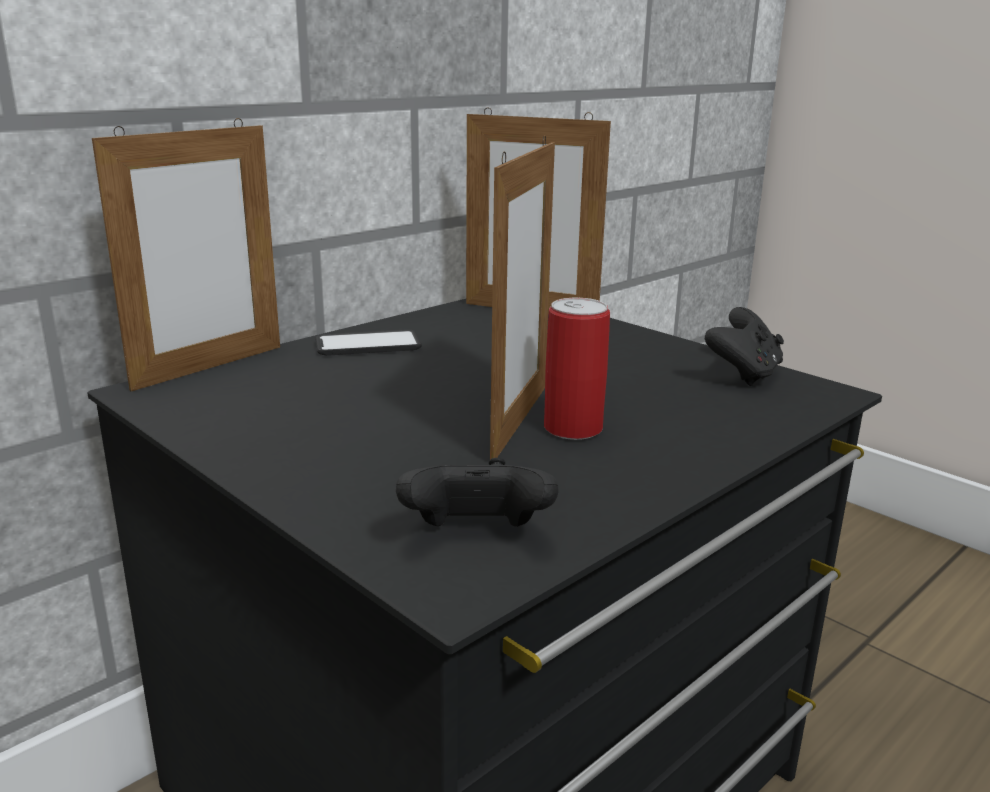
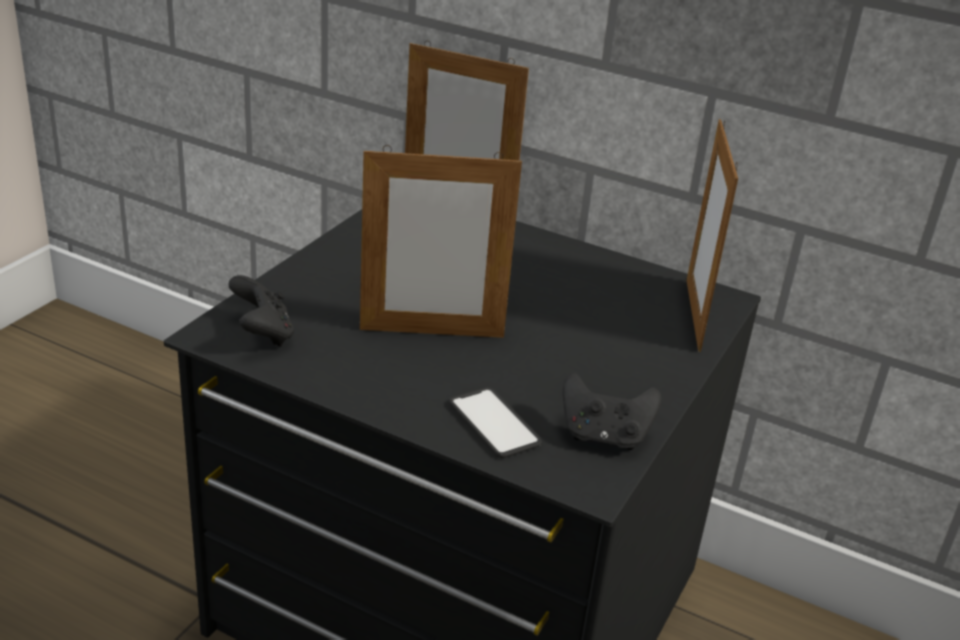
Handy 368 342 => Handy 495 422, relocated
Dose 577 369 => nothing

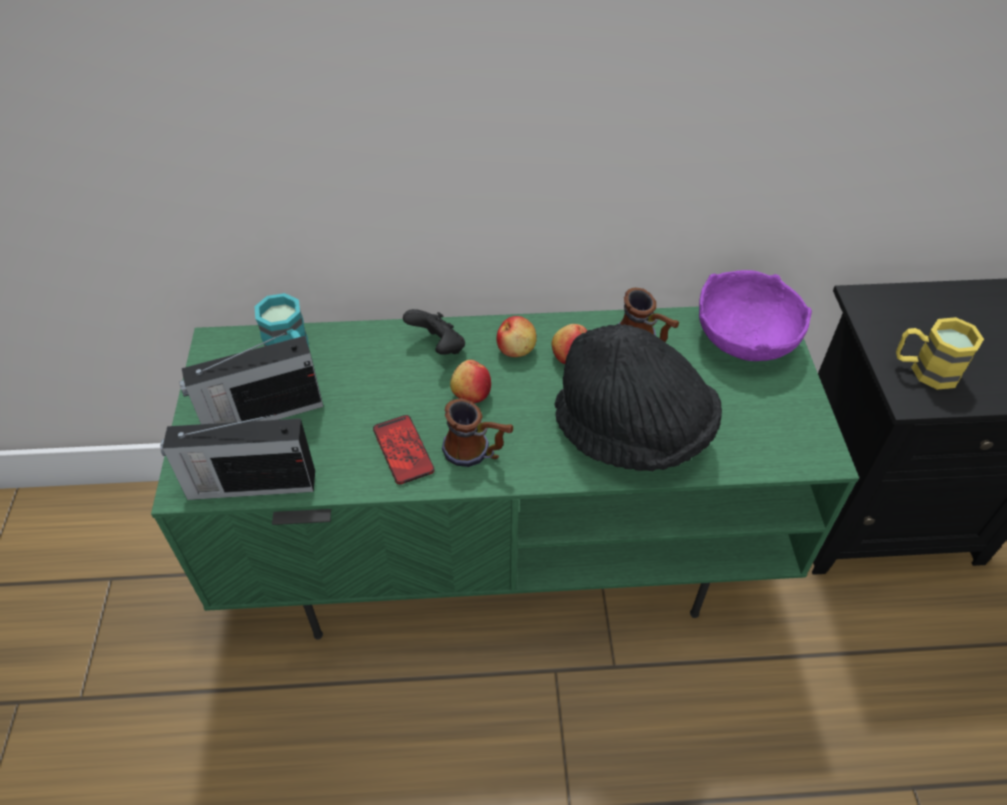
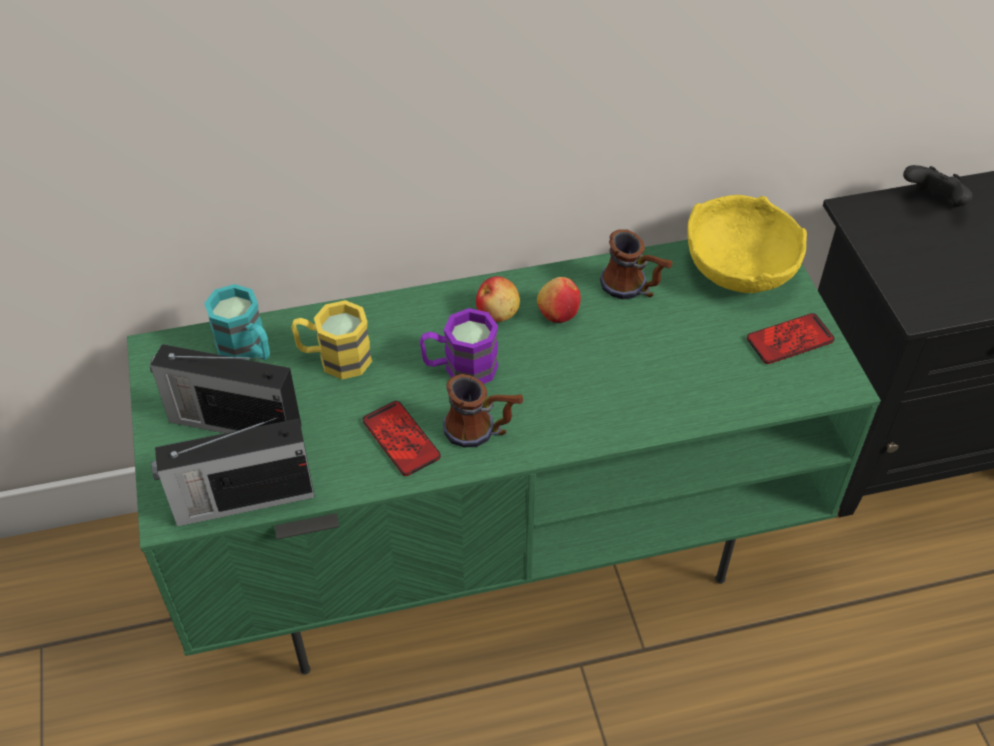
Radio 251 378 => Radio 225 388, 45 degrees clockwise
Henkelbecher [gelb] 940 353 => Henkelbecher [gelb] 331 339, relocated
Apfel 470 381 => Henkelbecher [lila] 459 346
Schüssel [lila] 755 315 => Schüssel [gelb] 747 244
nothing => Handy 791 338
Gamepad [schwarz] 434 332 => Gamepad [schwarz] 938 186, relocated
Hut [schwarz] 638 397 => nothing

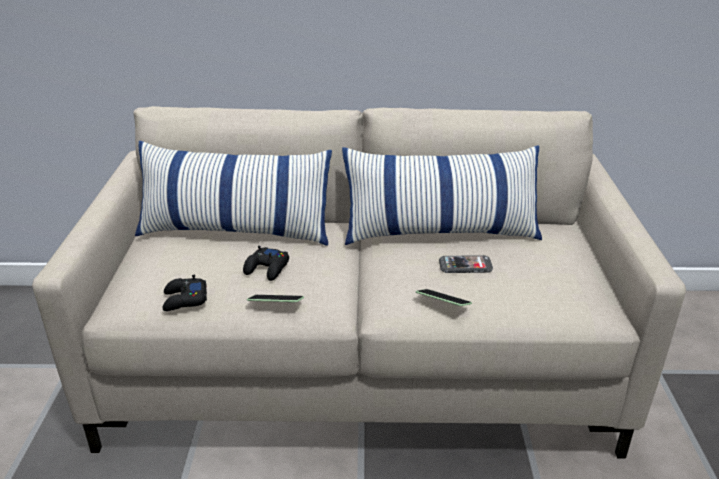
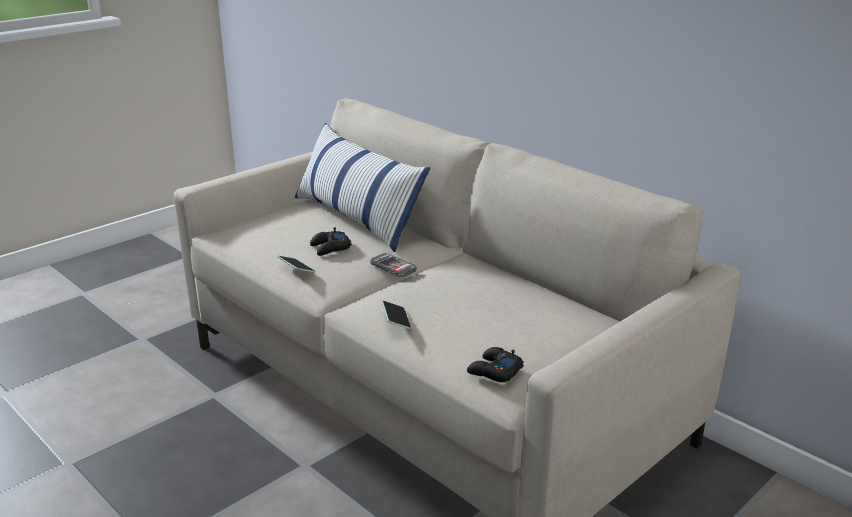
Handy 466 264 => Handy 393 265, relocated
Gamepad [schwarz] 185 293 => Gamepad [schwarz] 495 364, relocated
Kissen 442 195 => nothing

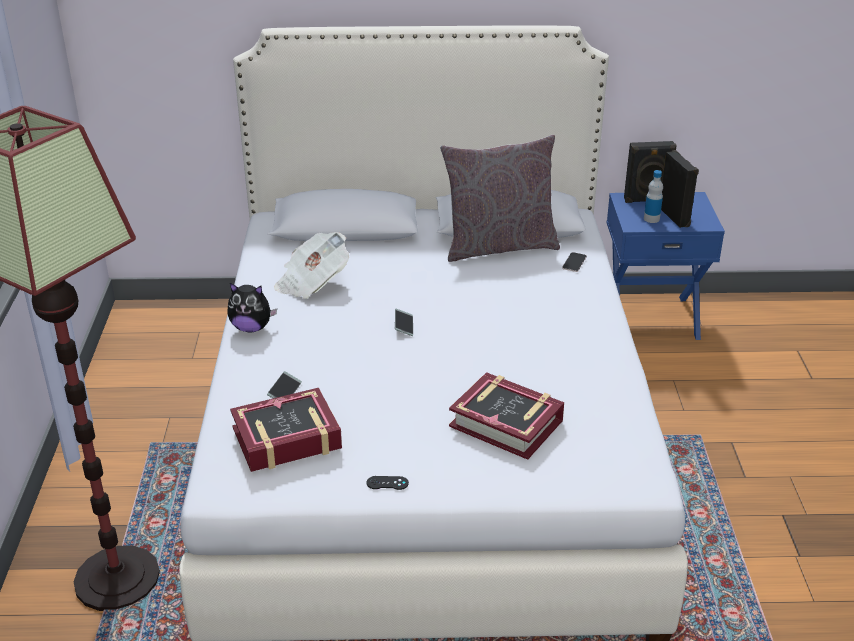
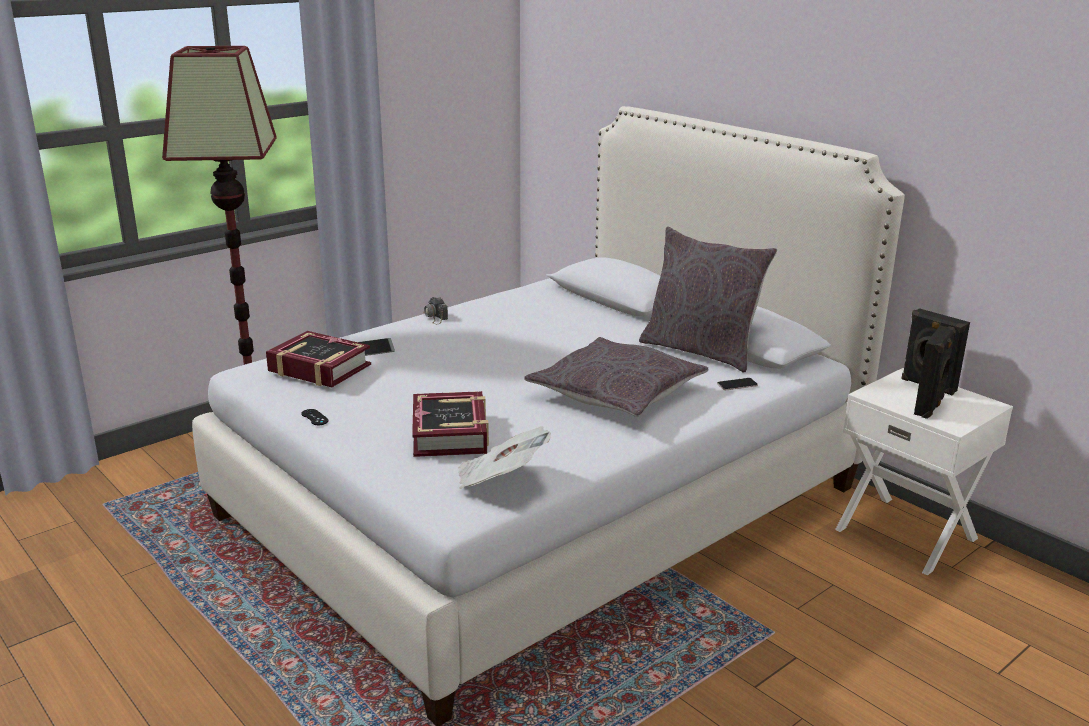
Plüschtier 252 307 => Kamera 435 310
Zeitung 311 265 => Zeitung 504 457, relocated
nothing => Kissen [grau] 616 377
Nachttisch [blau] 666 266 => Nachttisch [weiß] 924 471
Handy 404 322 => nothing
Flasche 653 196 => nothing

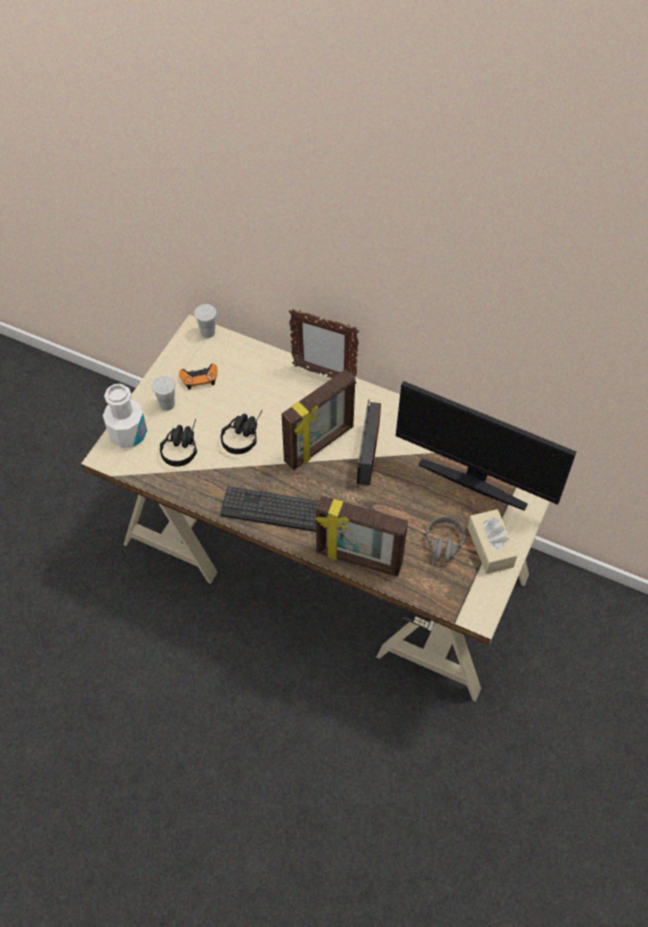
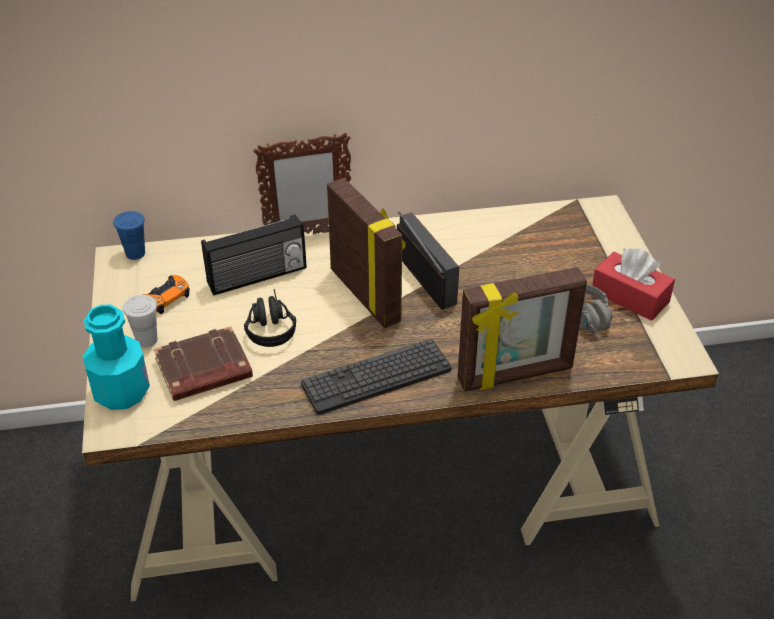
Flasche [weiß] 125 416 => Flasche [türkis] 116 357
Tasse [weiß] 205 321 => Tasse [blau] 129 235
Kopfhörer [schwarz] 178 443 => Buch [braun] 203 363
nothing => Radio 254 255
Bilderrahmen 318 419 => Bilderrahmen 366 253, 45 degrees counterclockwise
Taschentuchbox [beige] 492 541 => Taschentuchbox [rot] 633 284
Monitor 486 446 => nothing

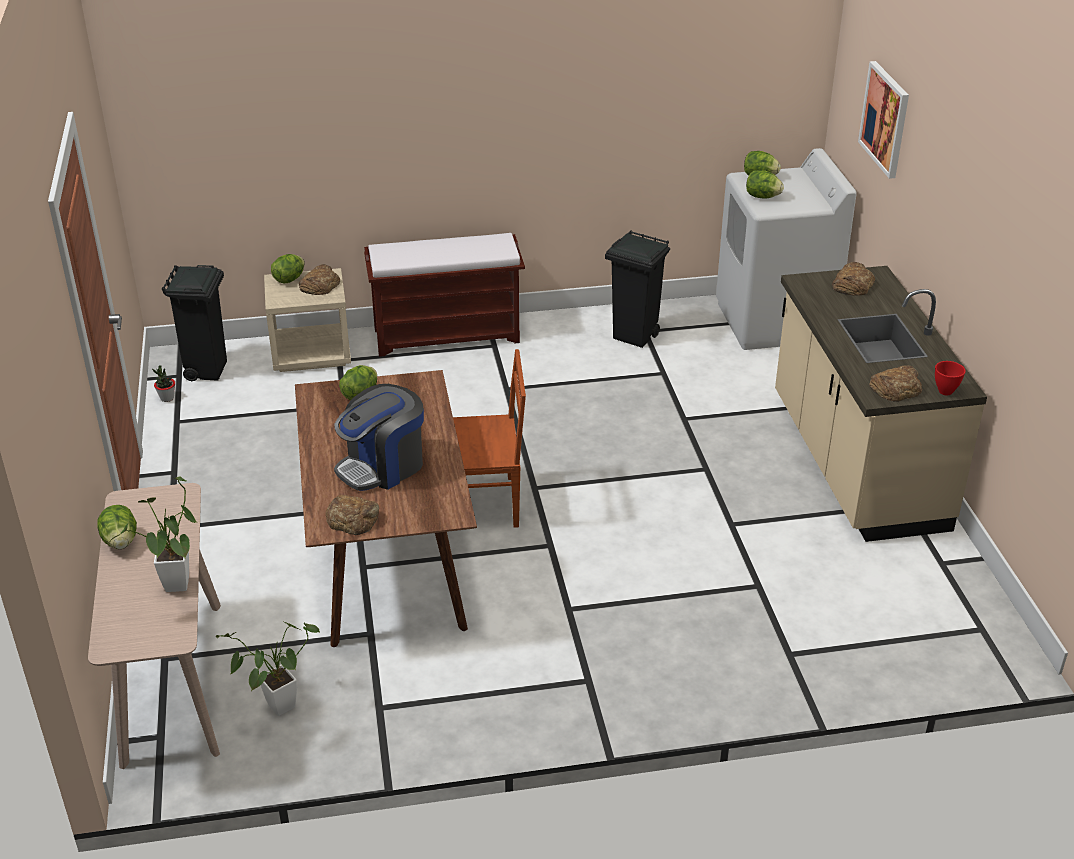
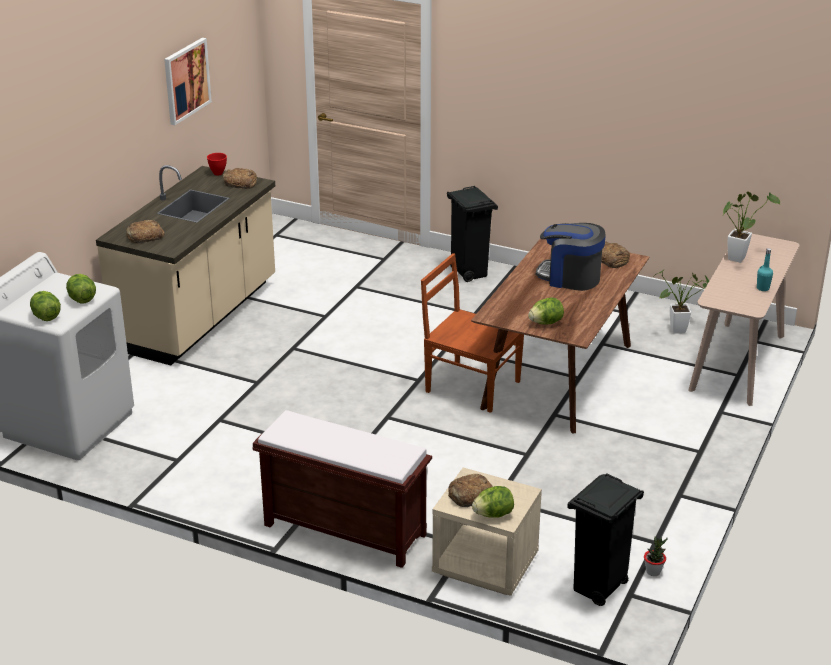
Bild 883 120 => Bild 188 81, relocated
Mülleimer [schwarz] 637 289 => Mülleimer [schwarz] 472 234, relocated
Kaffeemaschine 379 437 => Kaffeemaschine 571 257, 150 degrees counterclockwise
Salatkopf 117 527 => Flasche [türkis] 765 269

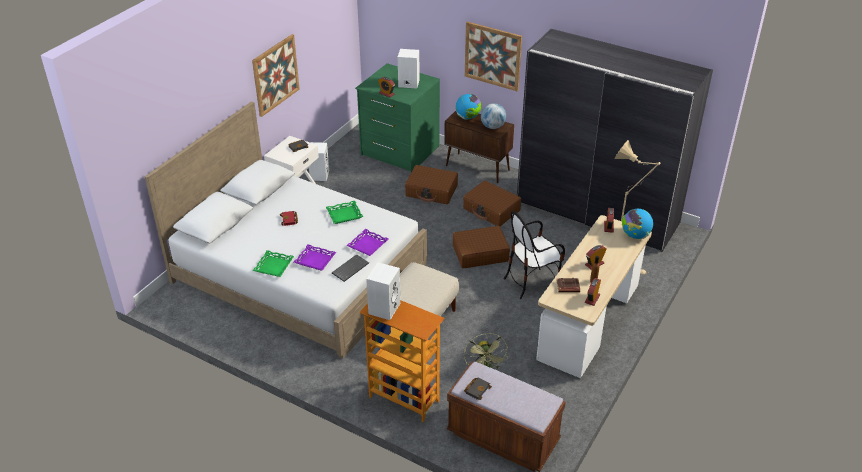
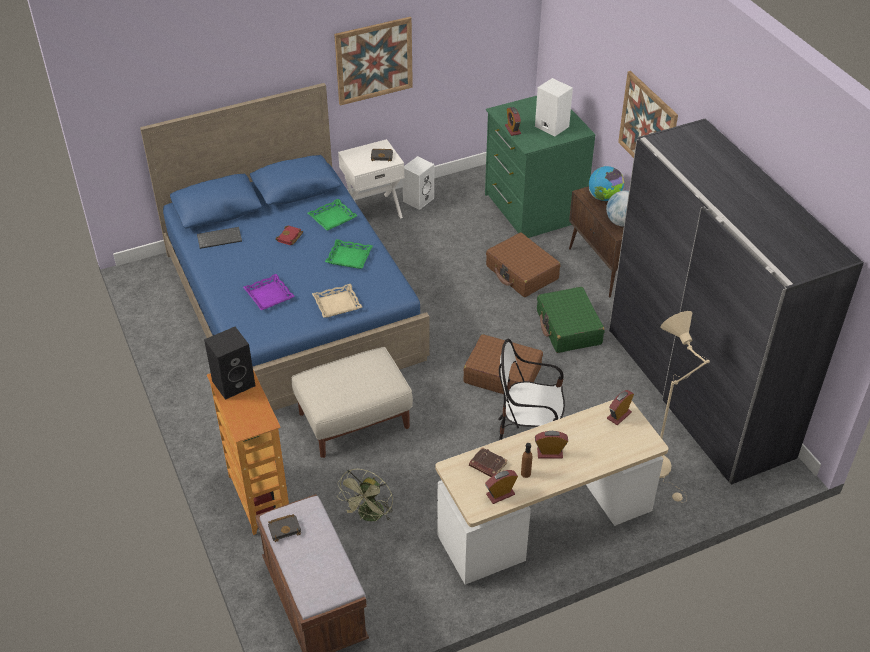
Bett [weiß] 285 230 => Bett [blau] 285 247
Tastatur 350 268 => Tastatur 219 238, relocated
Lautsprecher [weiß] 383 291 => Lautsprecher [schwarz] 230 363
Tablett [grün] 273 263 => Tablett [grün] 333 214, relocated
Tablett [lila] 367 242 => Tablett [beige] 337 301
Koffer [braun] 492 203 => Koffer [grün] 571 320
Globus 637 224 => nothing

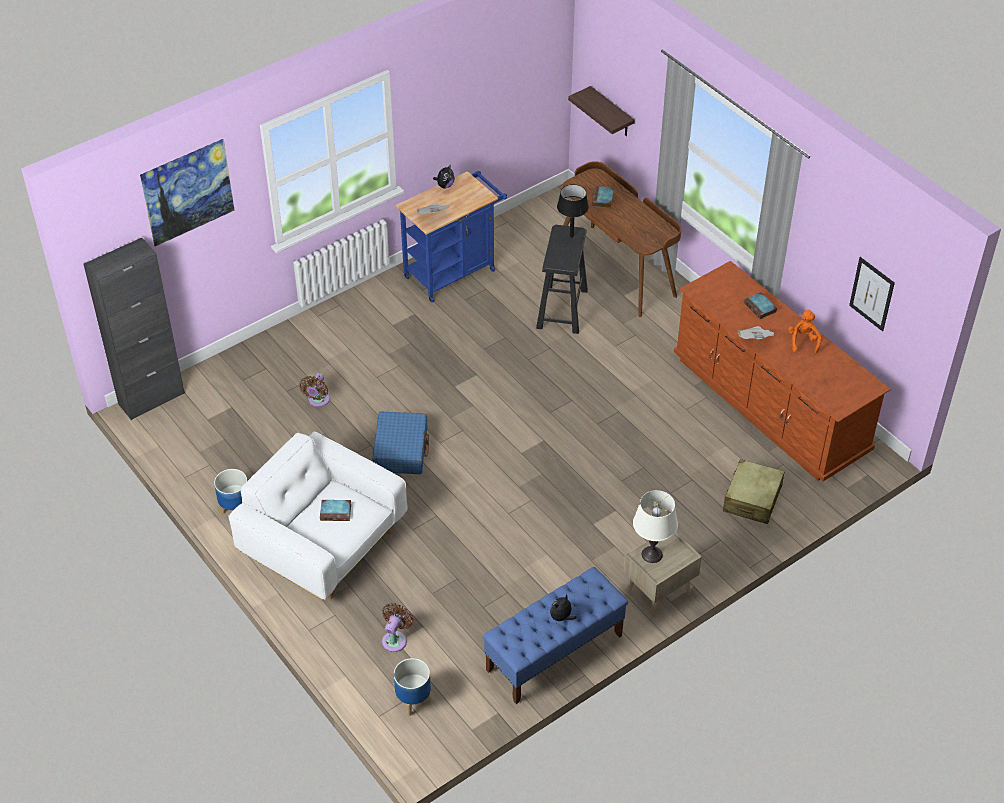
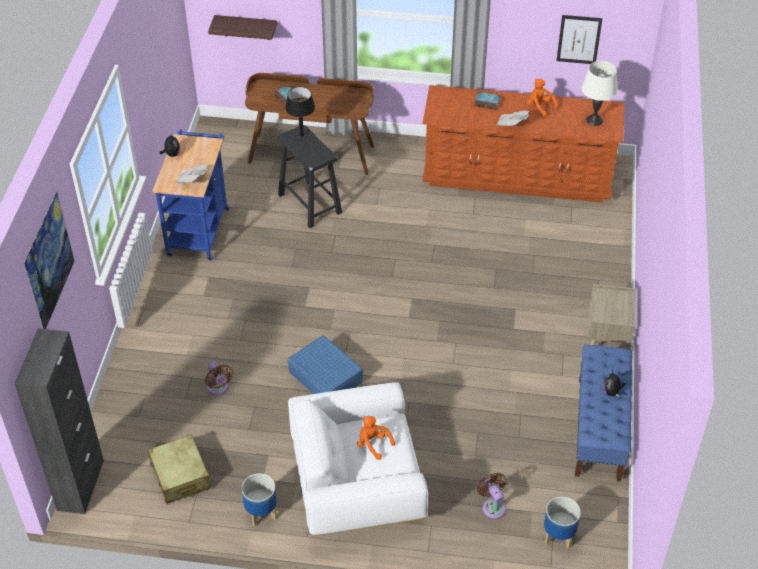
Koffer [beige] 753 491 => Koffer [beige] 179 469, relocated
Buch 335 510 => Plüschtier [orange] 376 438
Tischlampe [weiß] 655 526 => Tischlampe [weiß] 600 93, relocated

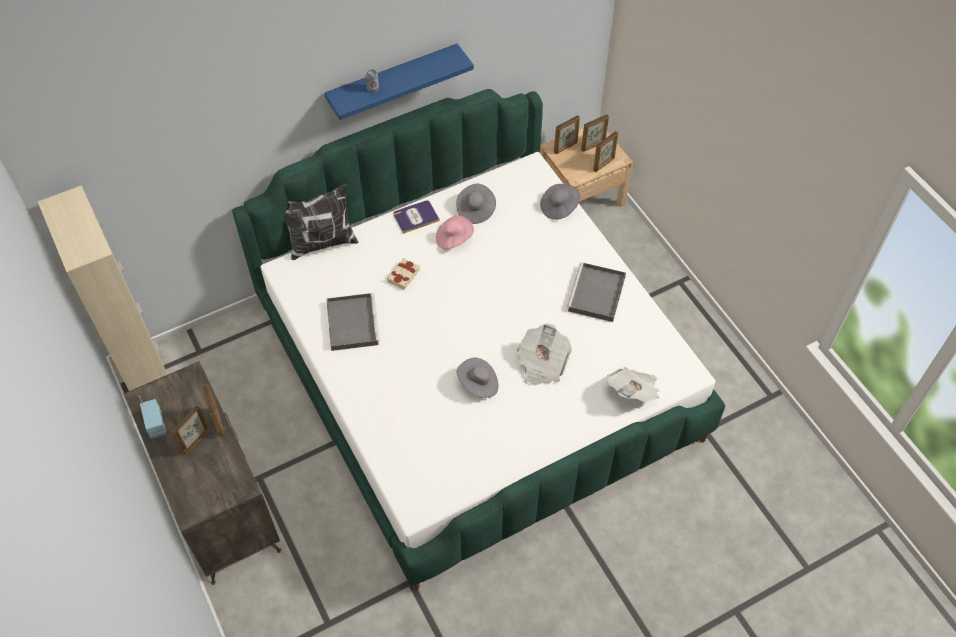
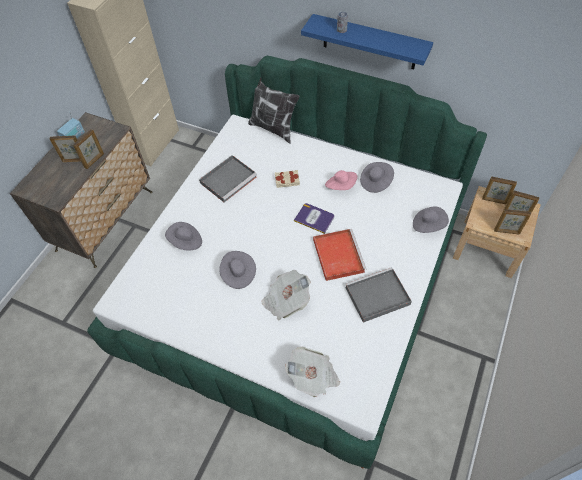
nothing => Hut [grau] 183 236
Buch 416 217 => Buch 314 218, relocated
nothing => Tablett [rot] 340 255

